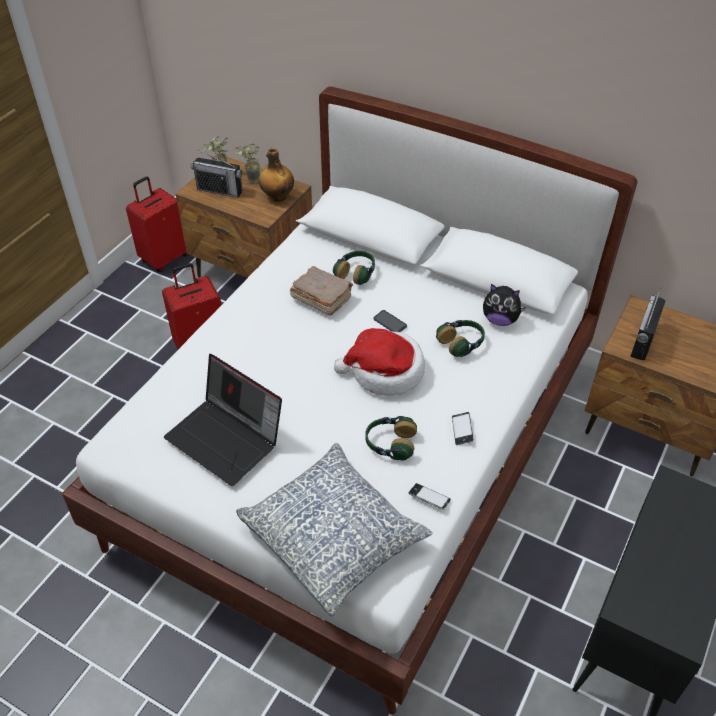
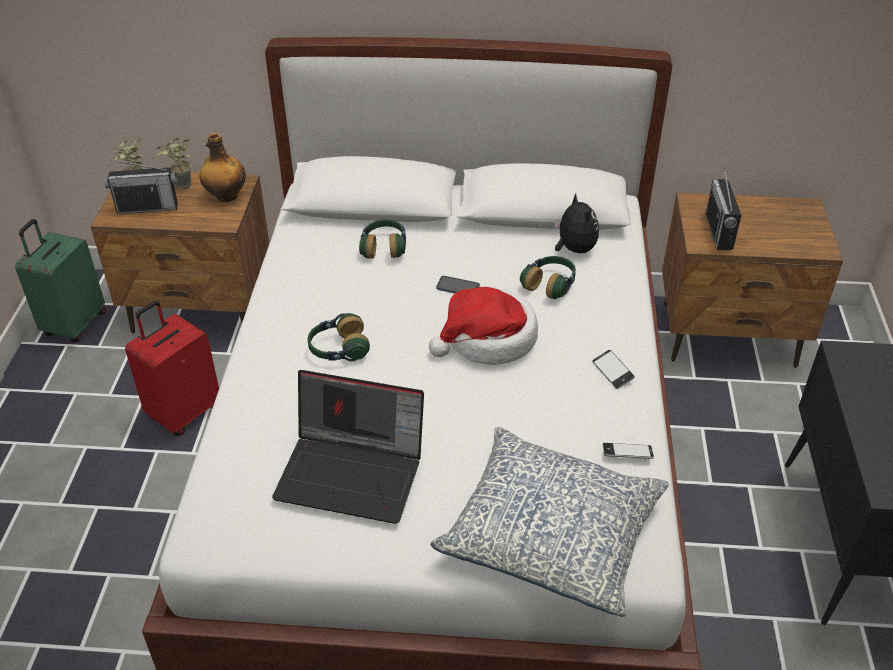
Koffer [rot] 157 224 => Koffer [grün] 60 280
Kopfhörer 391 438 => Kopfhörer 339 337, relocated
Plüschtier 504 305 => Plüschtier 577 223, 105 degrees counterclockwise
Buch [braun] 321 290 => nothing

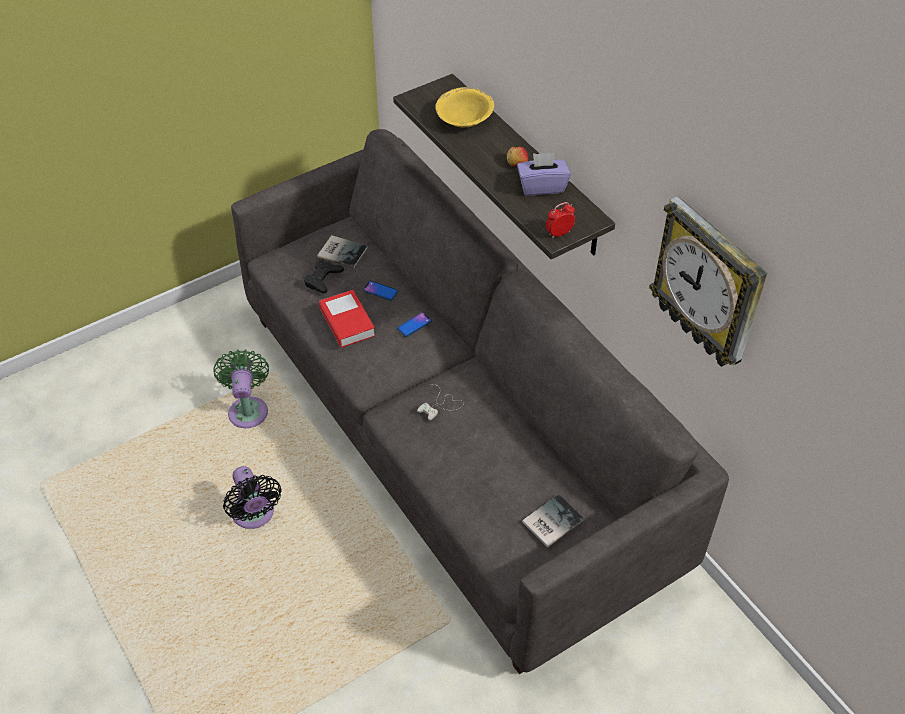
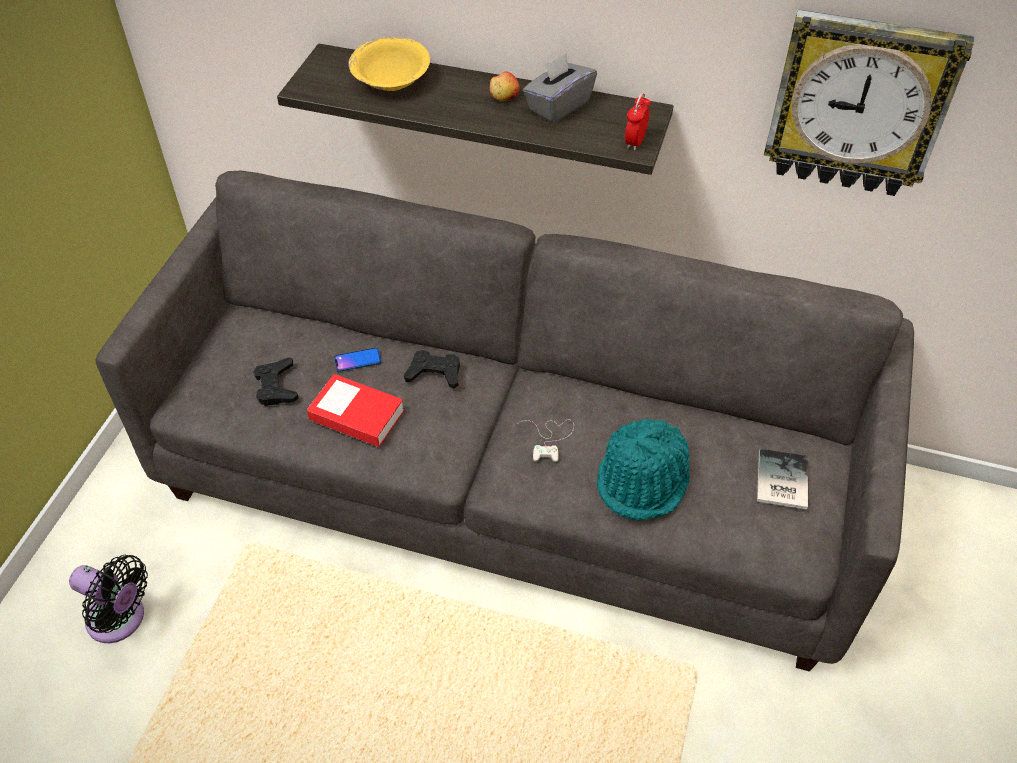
Ventilator [schwarz] 252 497 => Ventilator [schwarz] 108 599, relocated
Handy 414 324 => Gamepad [schwarz] 432 369
Taschentuchbox [lila] 544 174 => Taschentuchbox [grau] 560 88
nothing => Hut [türkis] 643 469
Ventilator [grün] 241 388 => nothing
Buch 342 251 => nothing

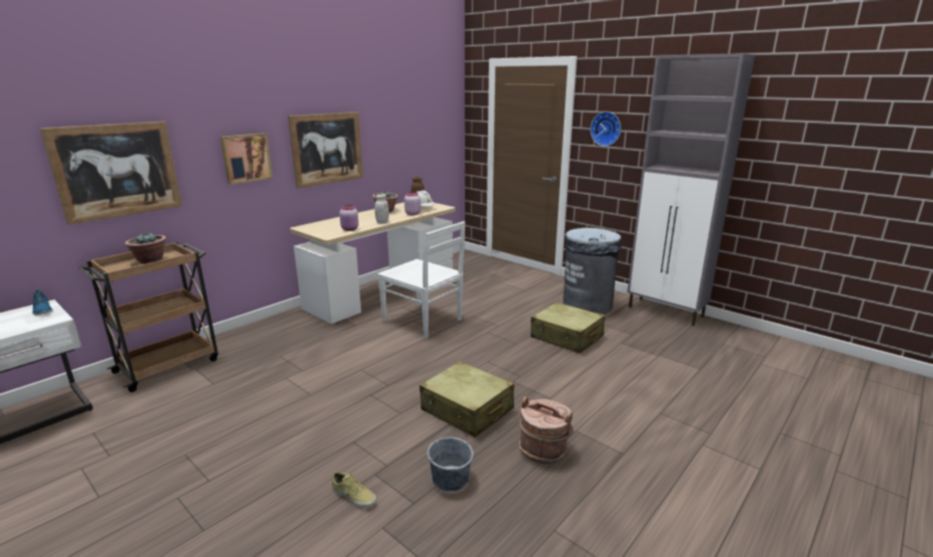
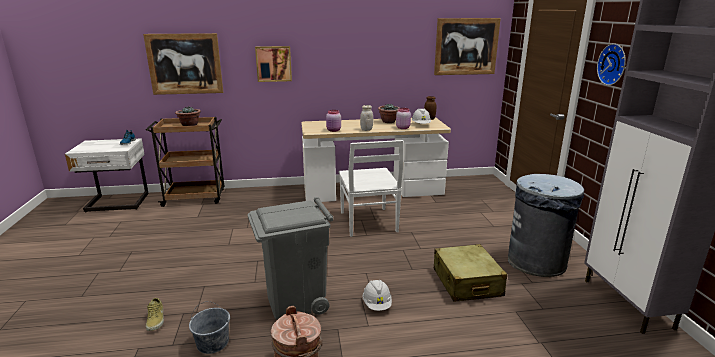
Koffer [beige] 466 399 => Mülleimer [grau] 290 258
nothing => Schutzhelm [weiß] 377 295
Bild 325 150 => Bild 467 46, relocated

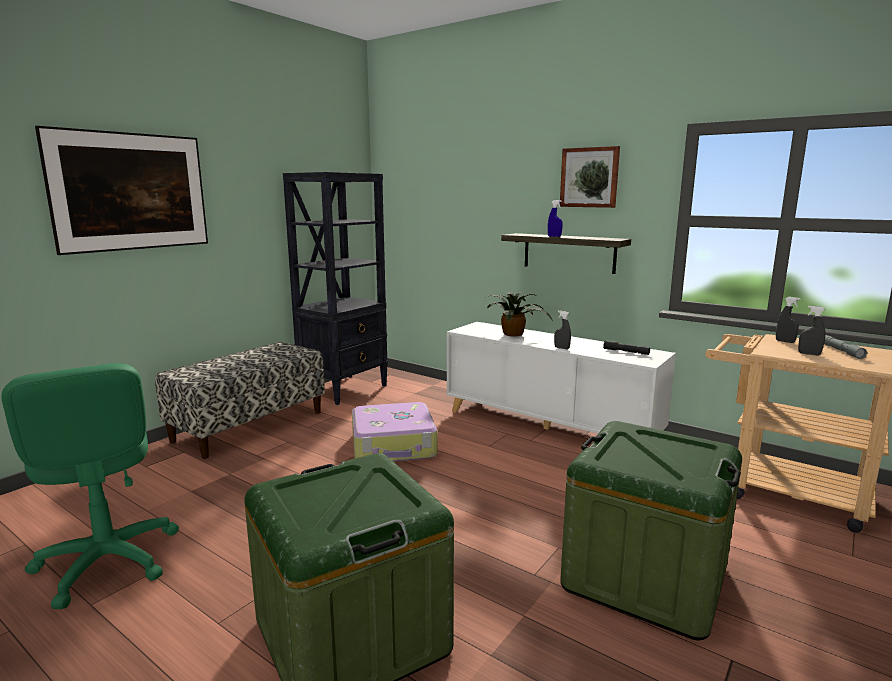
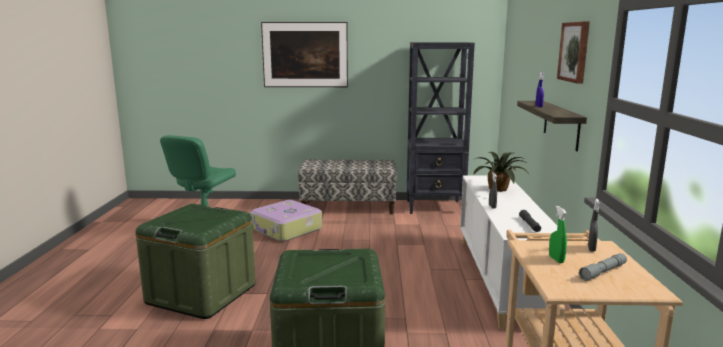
Koffer 395 432 => Koffer 286 221, relocated
Sprühflasche [grau] 811 330 => Sprühflasche [grün] 558 234

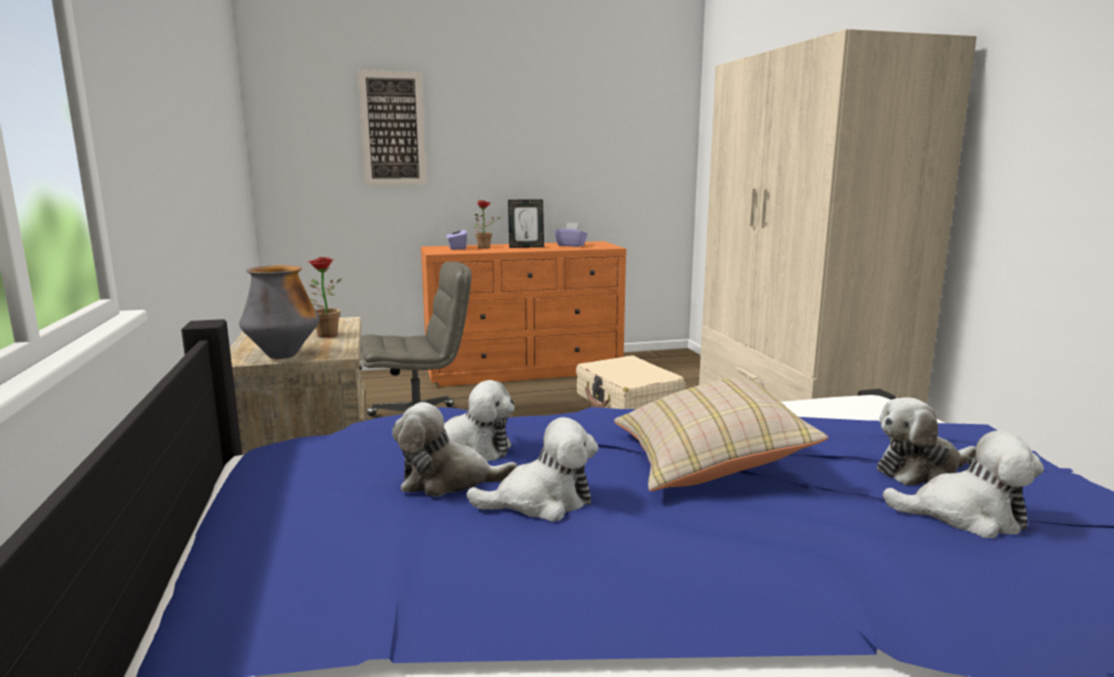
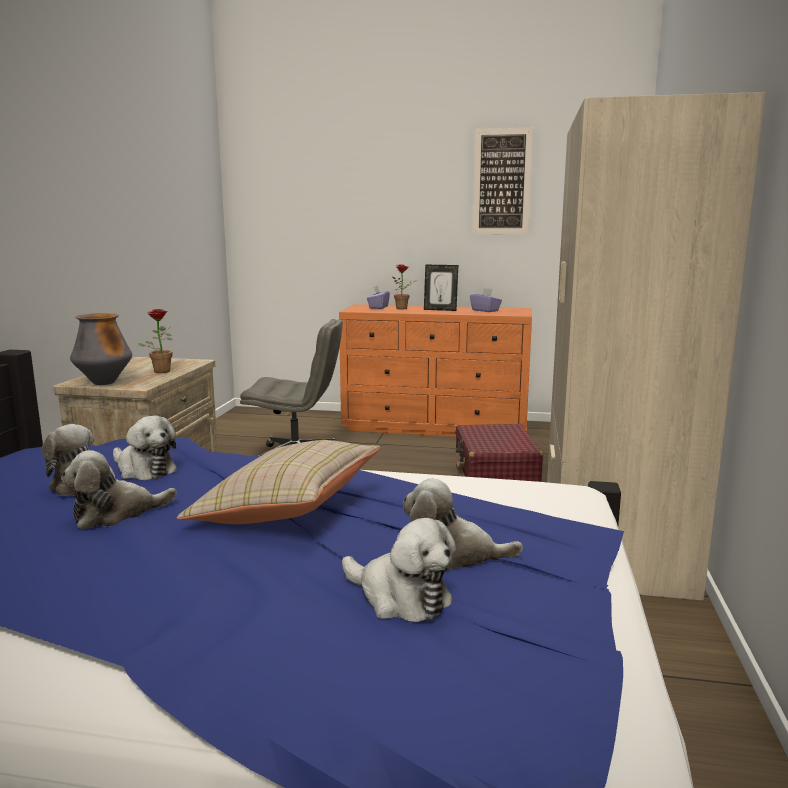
Plüschtier 532 469 => Plüschtier 119 489, 135 degrees clockwise
Koffer [beige] 631 382 => Koffer [rot] 499 453
Bild 392 127 => Bild 502 181, relocated

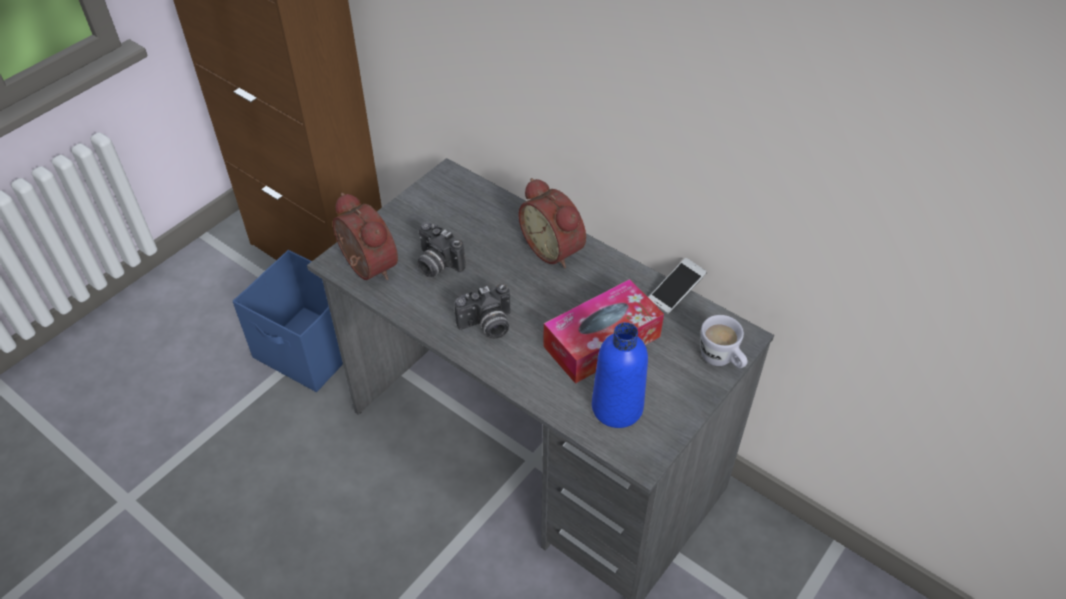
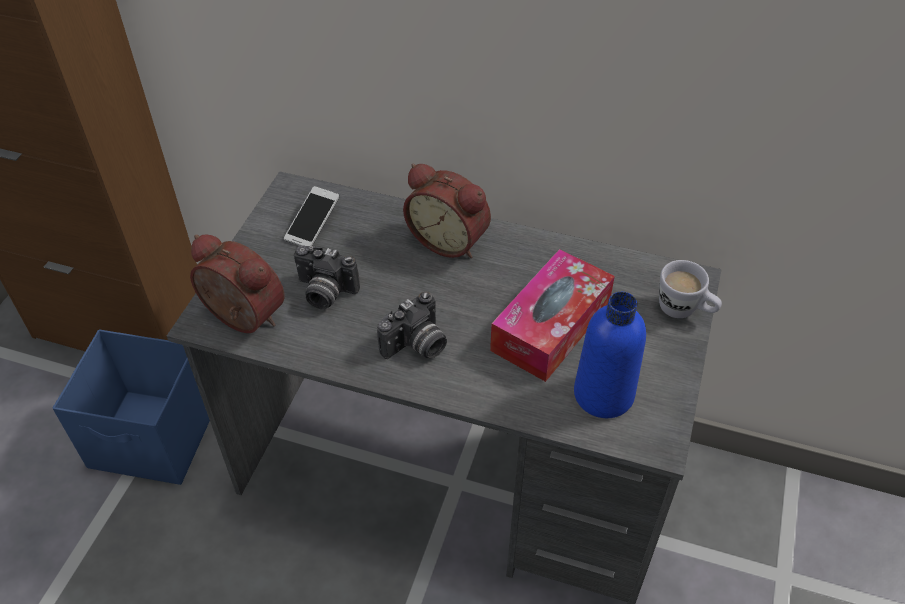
Handy 677 286 => Handy 312 216, relocated

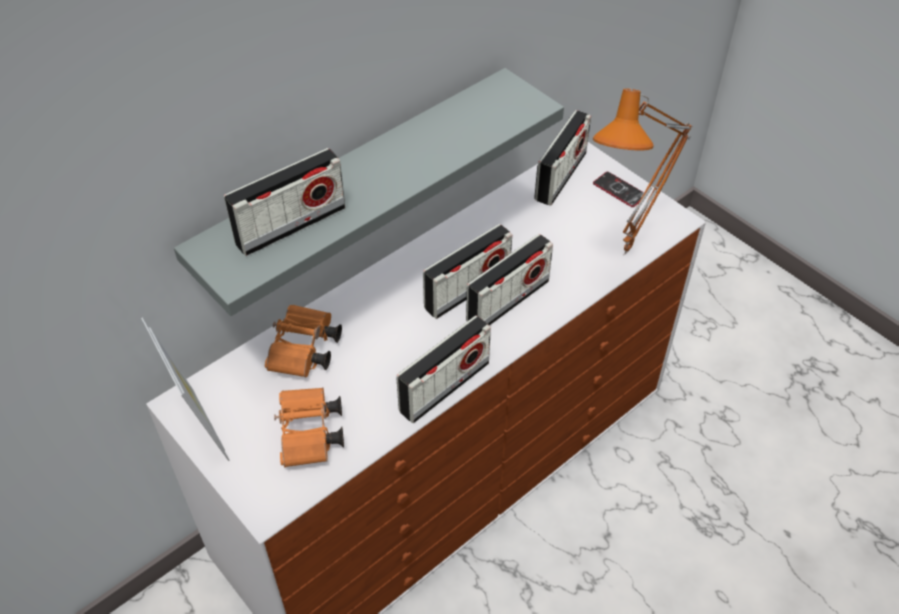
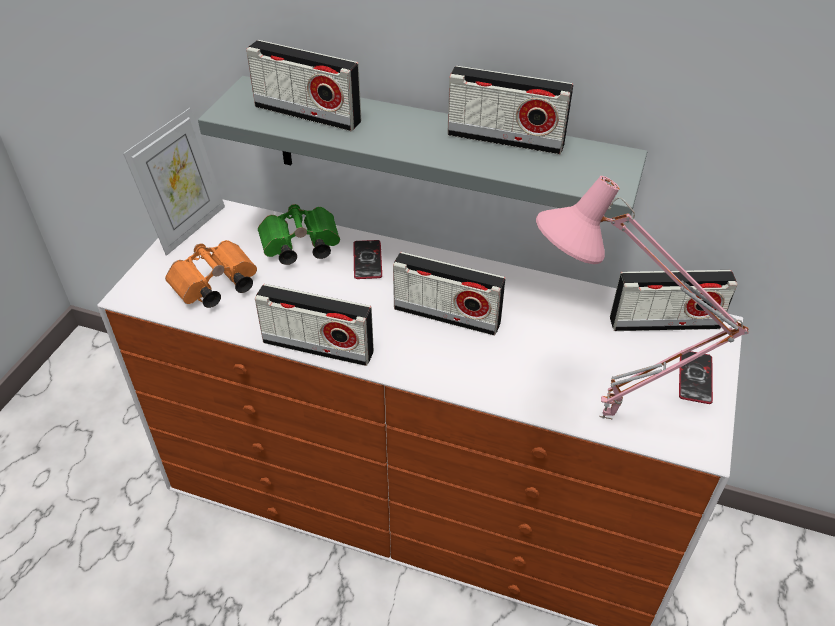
Fernglas [orange] 303 341 => Fernglas [grün] 299 234
nothing => Handy 368 259
Radio 509 280 => Radio 510 110, relocated
Tischlampe [orange] 642 171 => Tischlampe [rosa] 642 298

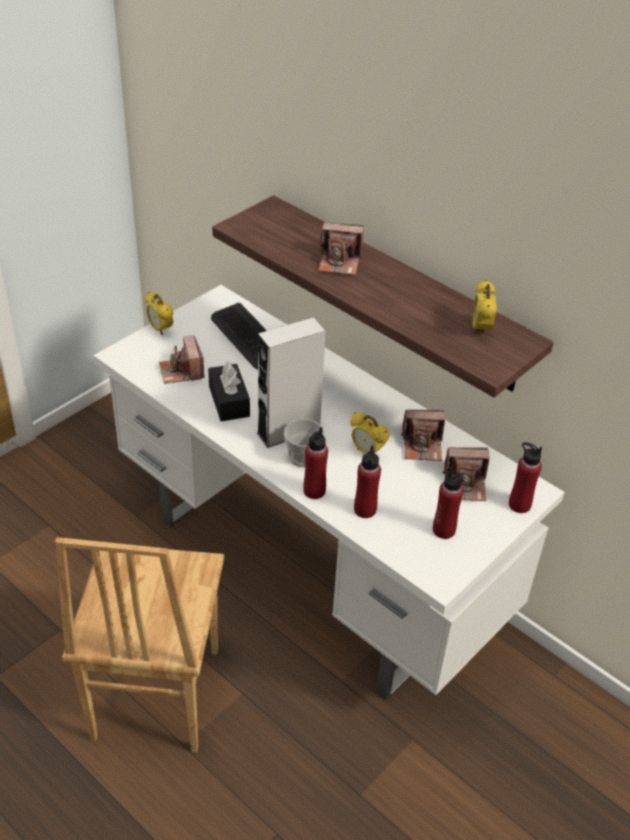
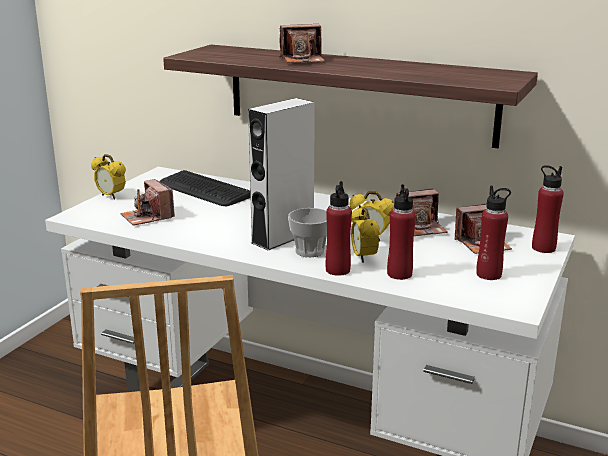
Wecker 485 308 => Wecker 365 235, relocated
Taschentuchbox [schwarz] 229 391 => nothing

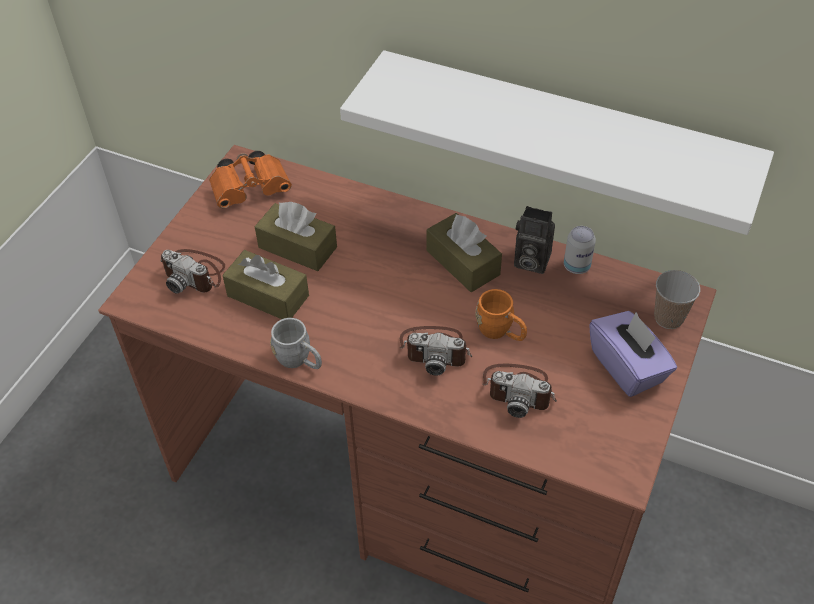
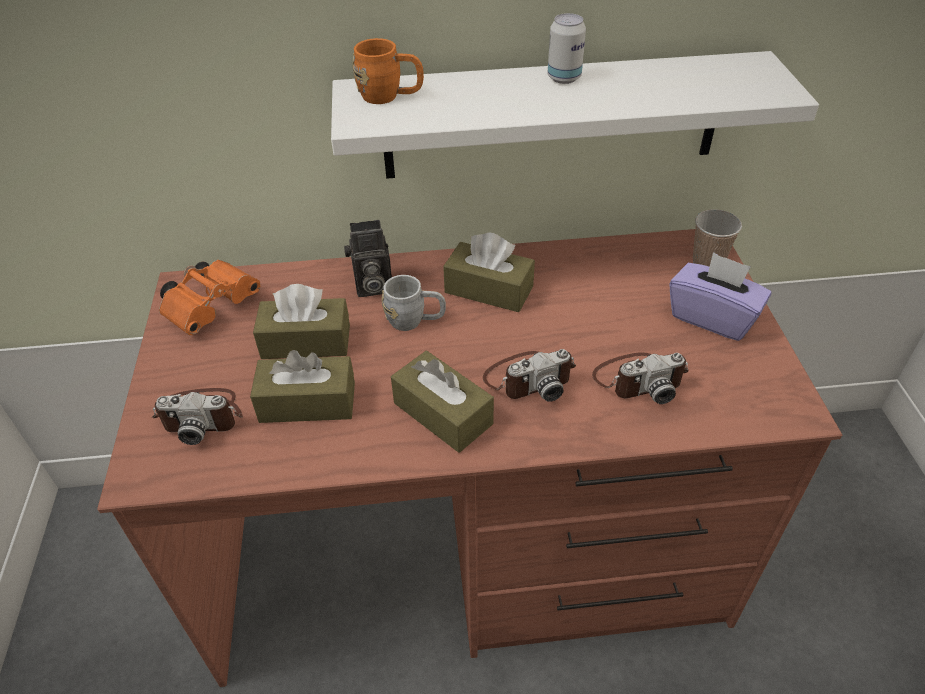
Kamera 534 240 => Kamera 368 258, relocated
Henkelbecher [orange] 501 315 => Henkelbecher [orange] 388 71, relocated
Henkelbecher [grau] 296 343 => Henkelbecher [grau] 414 303, relocated
nothing => Taschentuchbox [braun] 442 402
Dose 580 250 => Dose 567 48, relocated

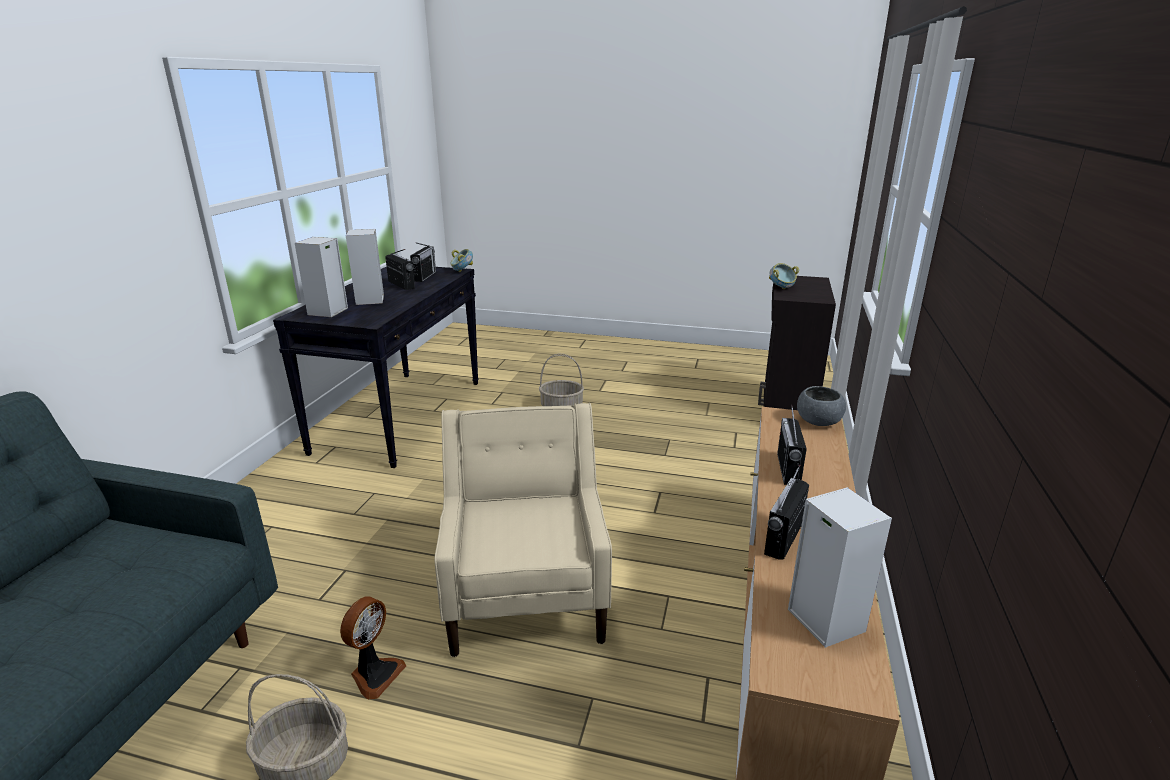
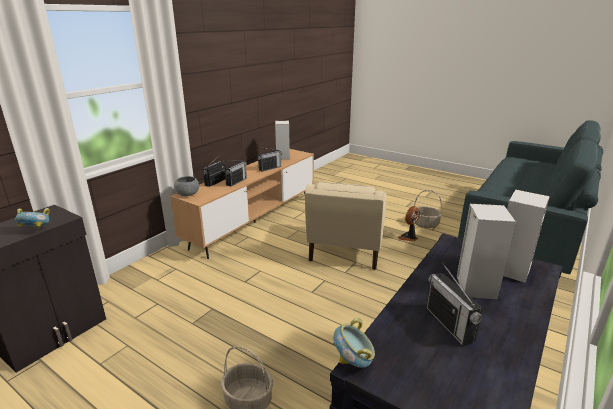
Radio 423 262 => Radio 214 171, relocated

